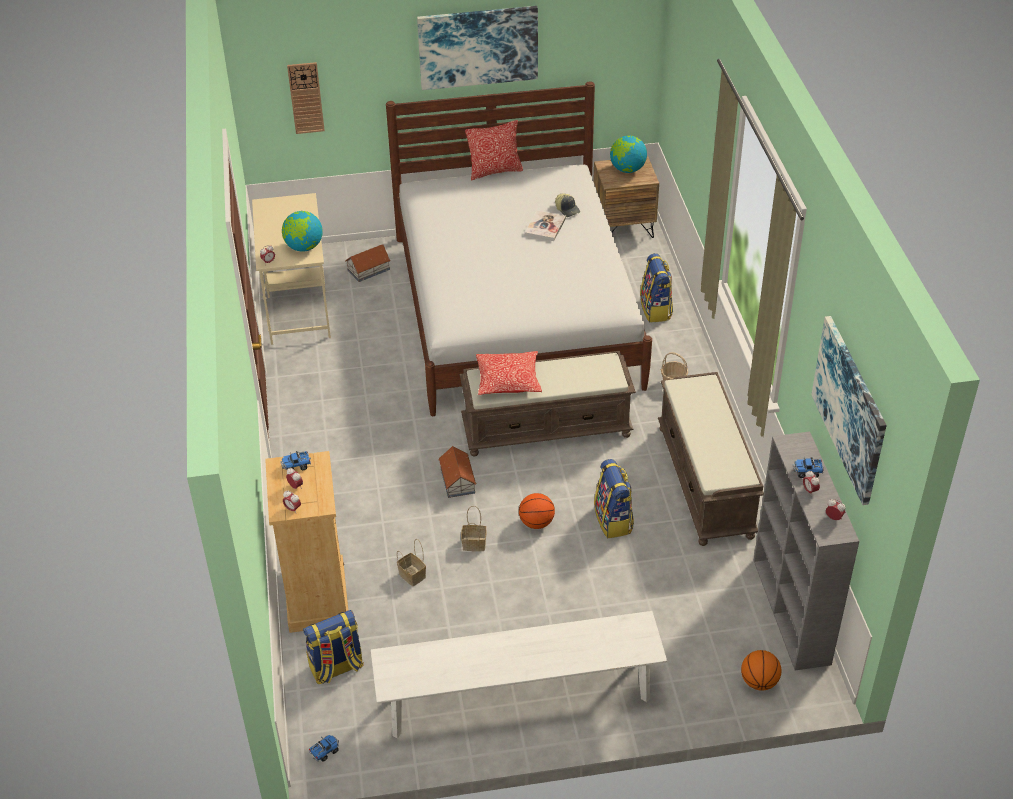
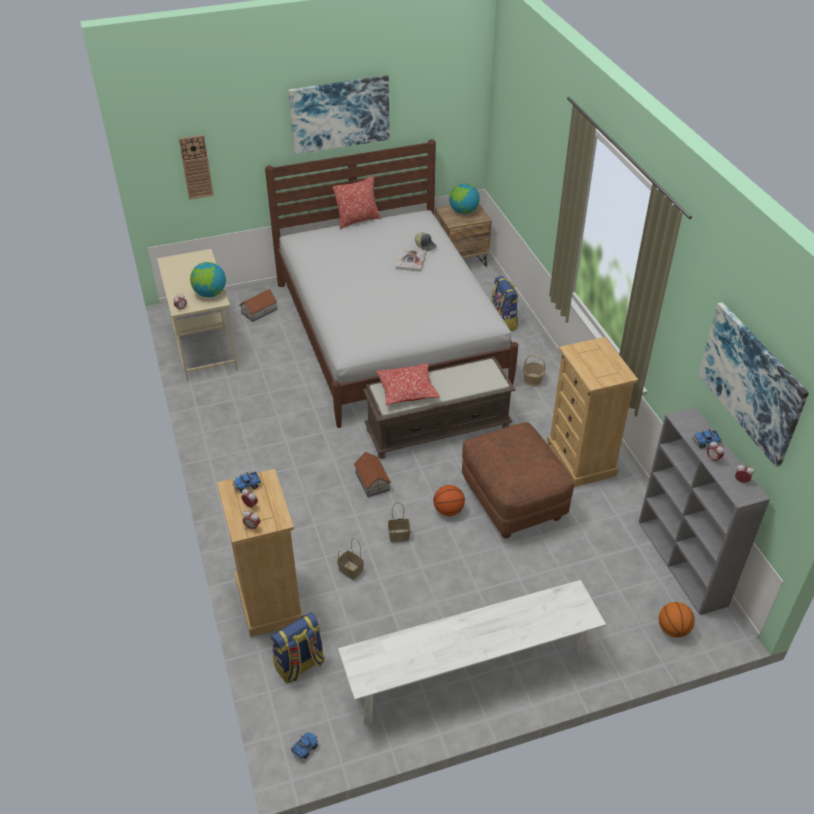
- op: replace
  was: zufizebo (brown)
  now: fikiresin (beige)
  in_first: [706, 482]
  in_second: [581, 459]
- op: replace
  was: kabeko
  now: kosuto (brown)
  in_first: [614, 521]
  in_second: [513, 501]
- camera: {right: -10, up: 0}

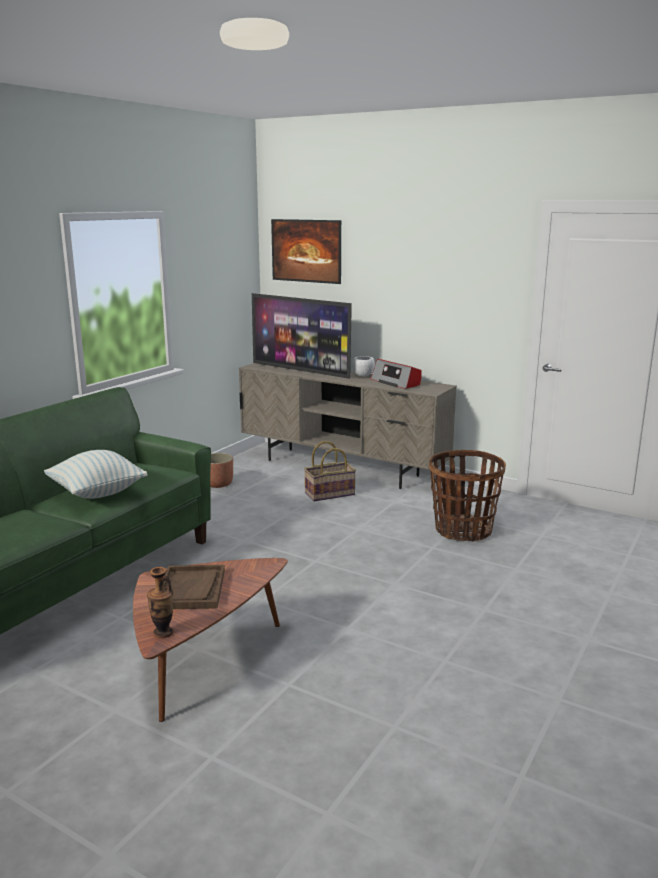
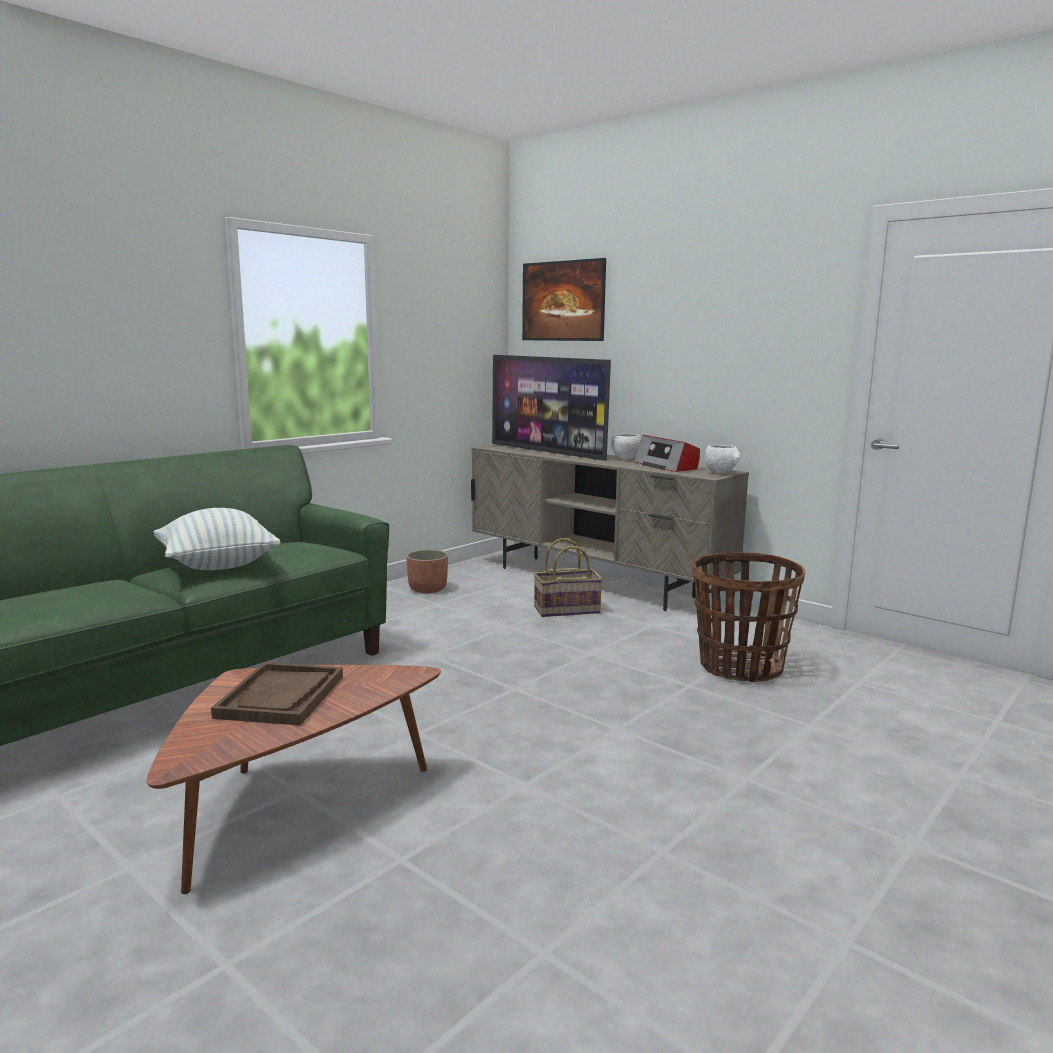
- op: delete
  was: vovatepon
  in_first: [163, 633]
- op: insert
  now: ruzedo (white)
  in_second: [720, 473]
- camera: {right: 10, up: -5}

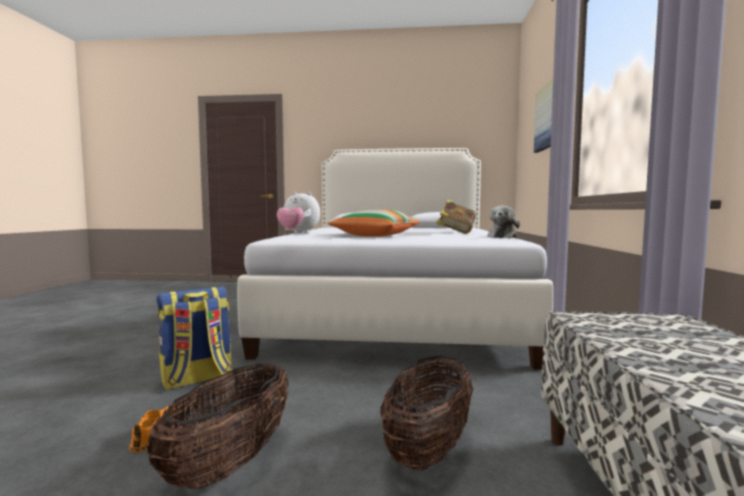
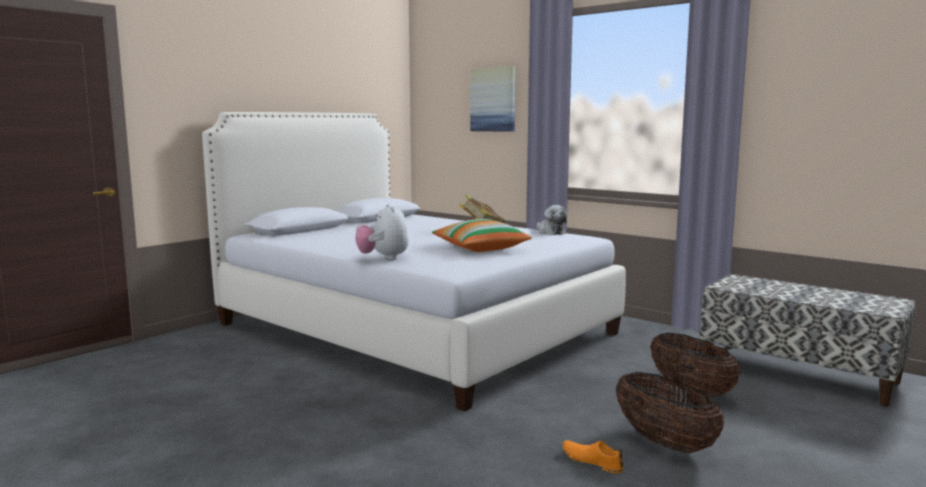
- op: rotate
  was: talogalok
  in_first: [298, 233]
  in_second: [383, 258]
  clockwise: 105
- op: delete
  was: kabeko
  in_first: [196, 379]
- camera: {right: -55, up: 5}

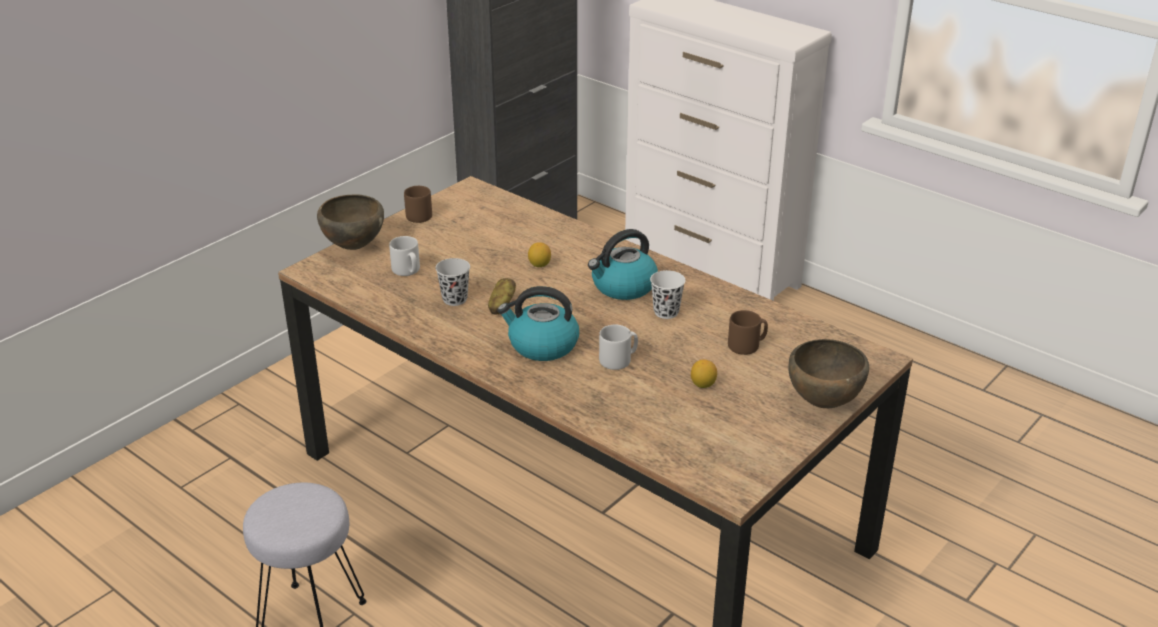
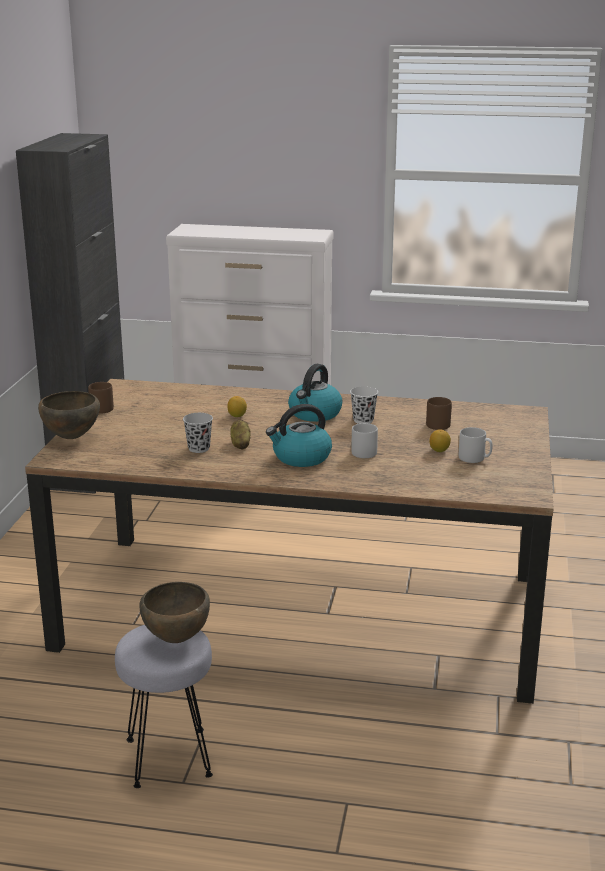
- op: move
  was: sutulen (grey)
  in_first: [407, 271]
  in_second: [474, 458]
- op: move
  was: ruzedo (brown)
  in_first: [823, 403]
  in_second: [177, 639]
- camera: {right: -30, up: -10}

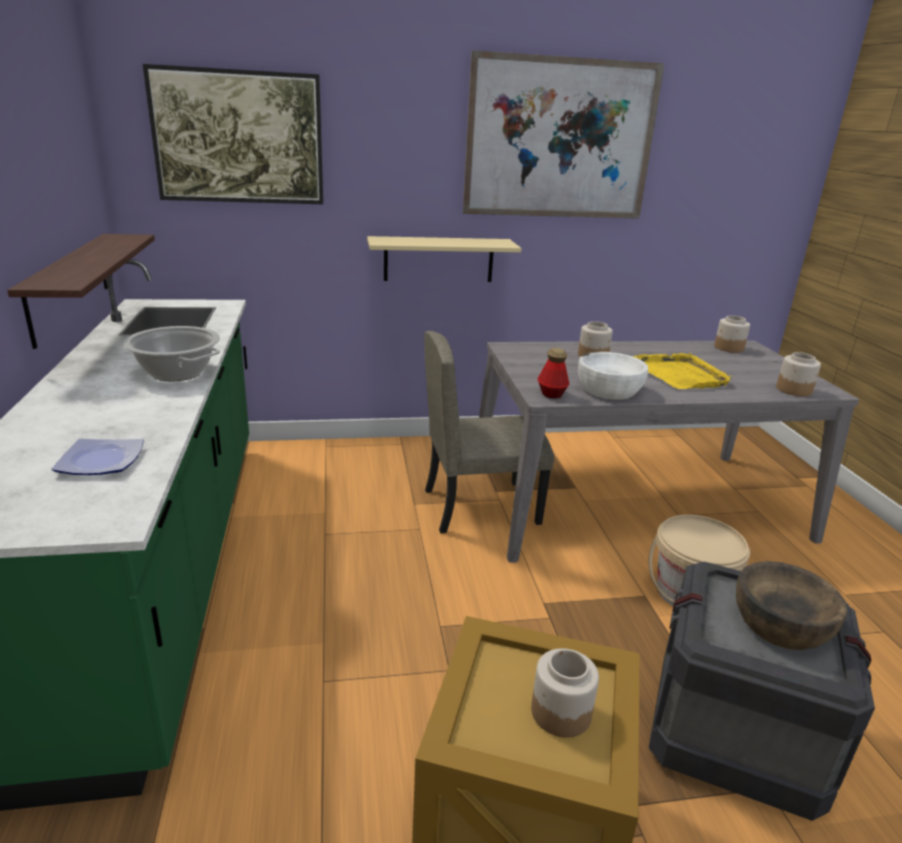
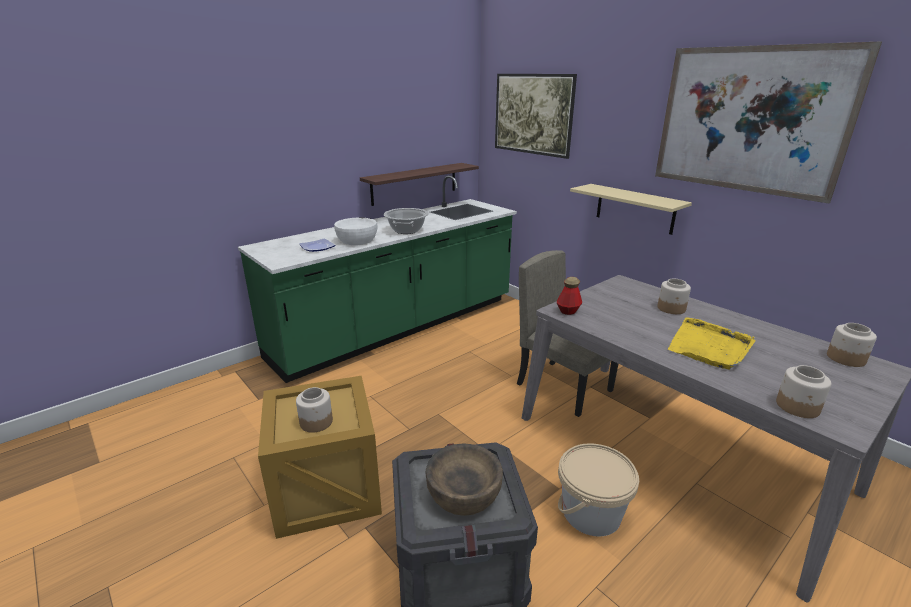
- op: move
  was: ruzedo (white)
  in_first: [608, 390]
  in_second: [357, 240]
- camera: {right: 60, up: 0}

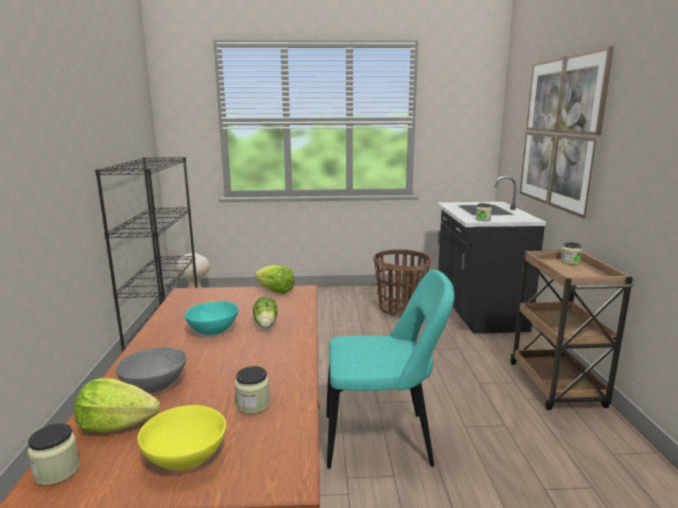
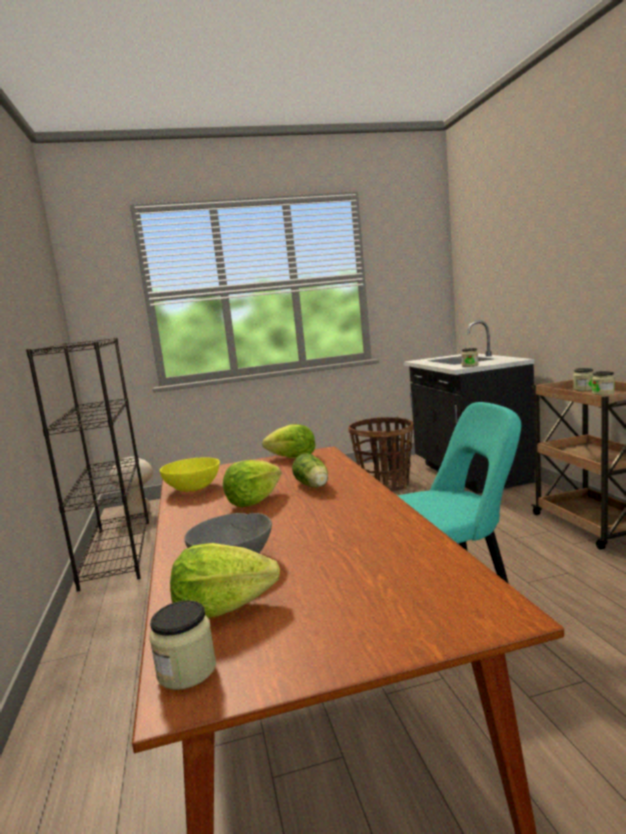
- op: delete
  was: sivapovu
  in_first: [560, 133]
- op: replace
  was: ruzedo (turquoise)
  now: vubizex
  in_first: [213, 330]
  in_second: [254, 501]
- op: move
  was: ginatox
  in_first: [253, 405]
  in_second: [603, 393]
- op: move
  was: ruzedo (yellow)
  in_first: [186, 457]
  in_second: [193, 488]
- camera: {right: -10, up: -5}

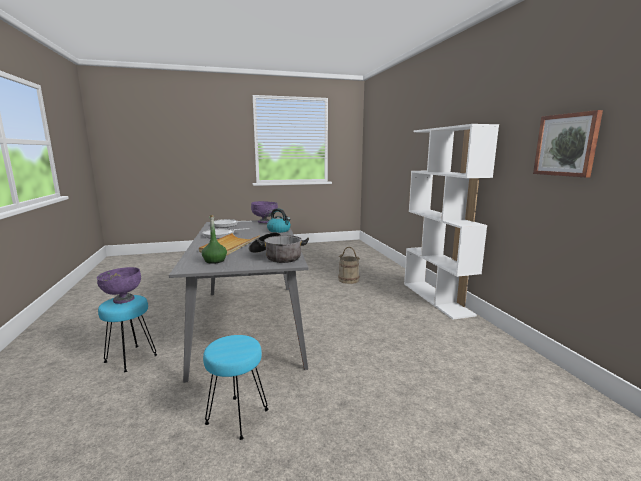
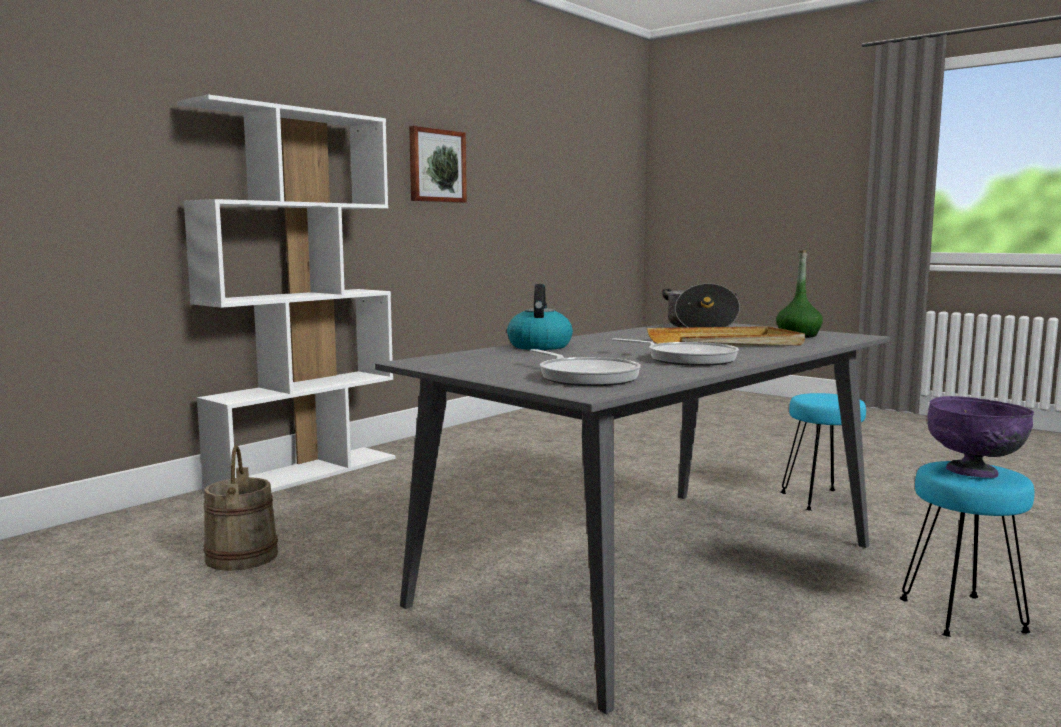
- op: delete
  was: ruzedo (purple)
  in_first: [264, 222]
- camera: {right: -125, up: -5}

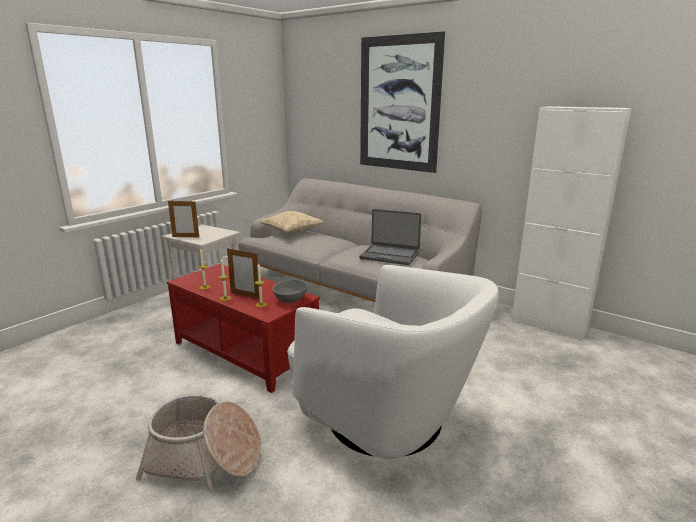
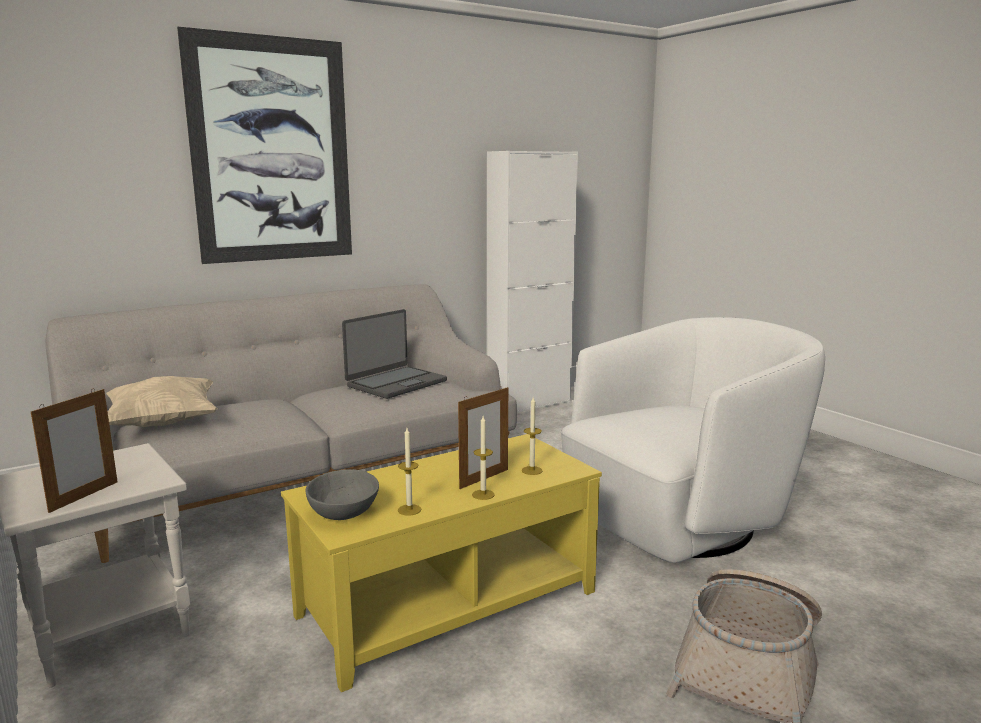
- op: recolor
  was: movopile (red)
  now: movopile (yellow)
  in_first: [246, 351]
  in_second: [448, 603]
- op: move
  was: ruzedo (grey)
  in_first: [291, 299]
  in_second: [343, 512]
- camera: {right: -70, up: -5}

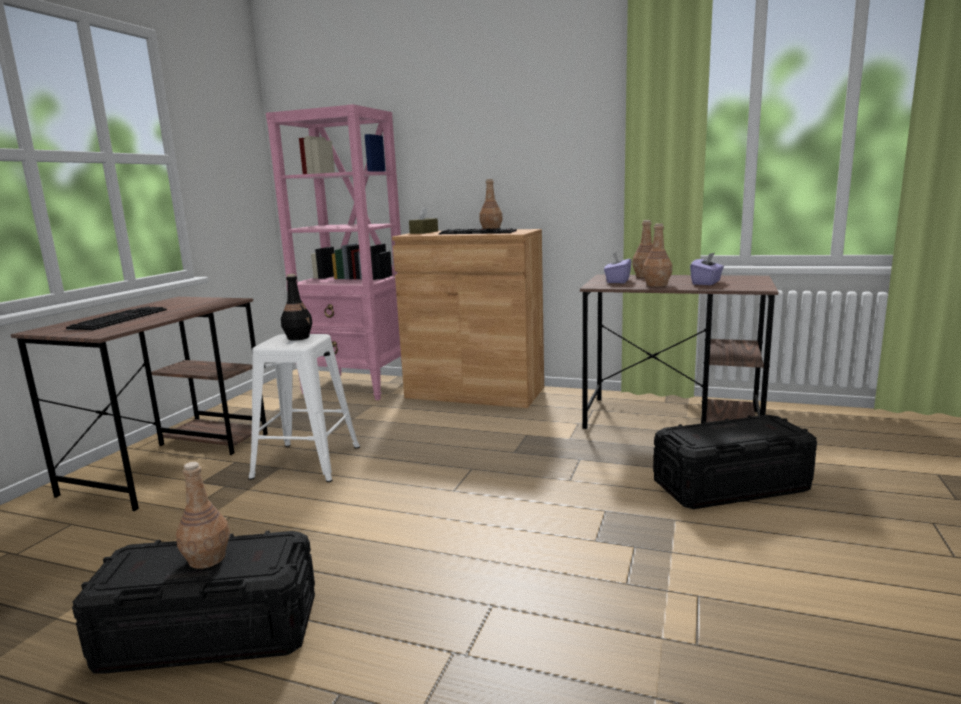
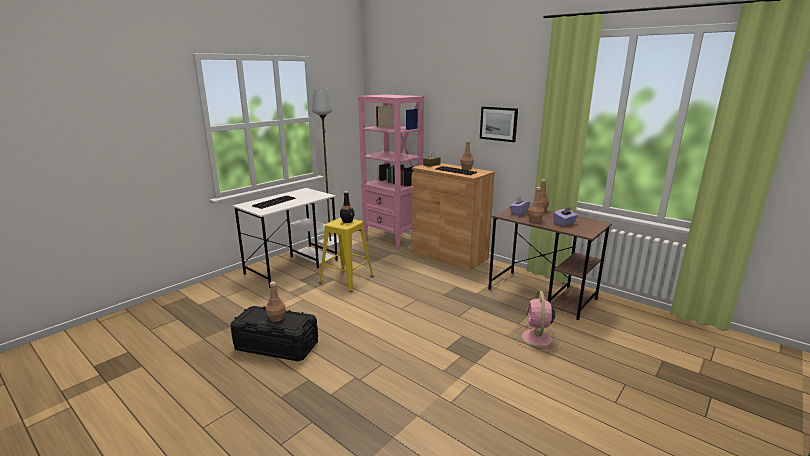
- op: recolor
  was: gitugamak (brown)
  now: gitugamak (white)
  in_first: [173, 461]
  in_second: [292, 266]
- op: recolor
  was: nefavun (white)
  now: nefavun (yellow)
  in_first: [307, 462]
  in_second: [346, 279]
- op: replace
  was: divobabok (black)
  now: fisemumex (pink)
  in_first: [731, 486]
  in_second: [536, 339]
- op: insert
  now: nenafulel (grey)
  in_second: [331, 243]
- op: insert
  now: sivapovu
  in_second: [498, 124]
- camera: {right: 20, up: 5}

